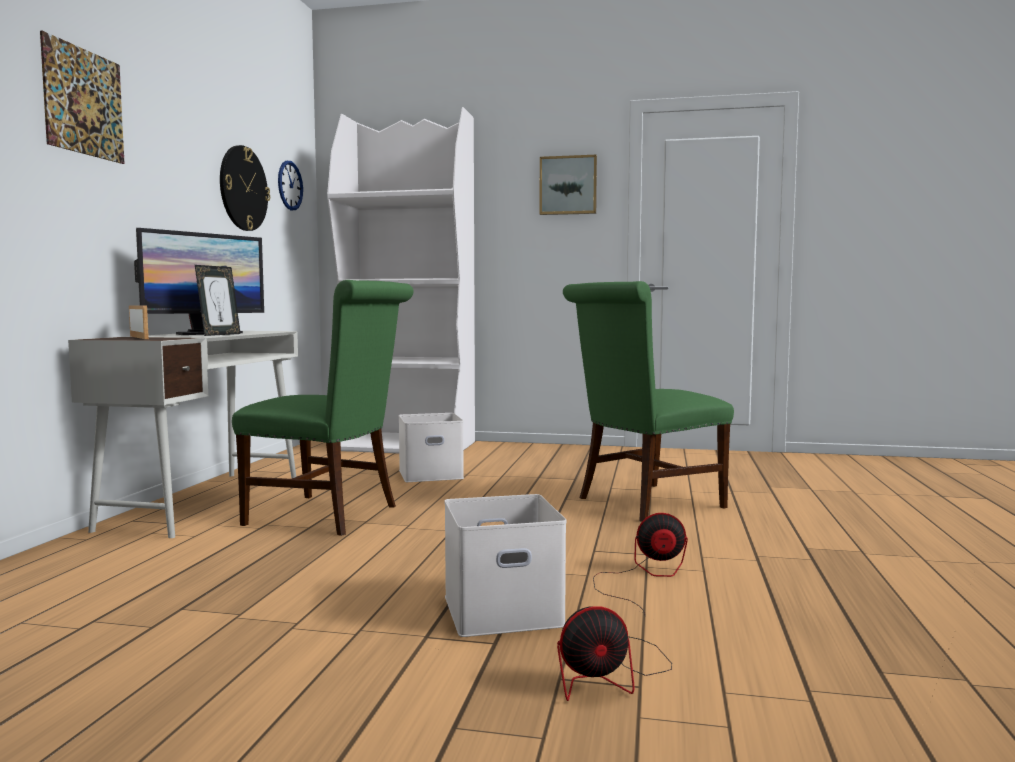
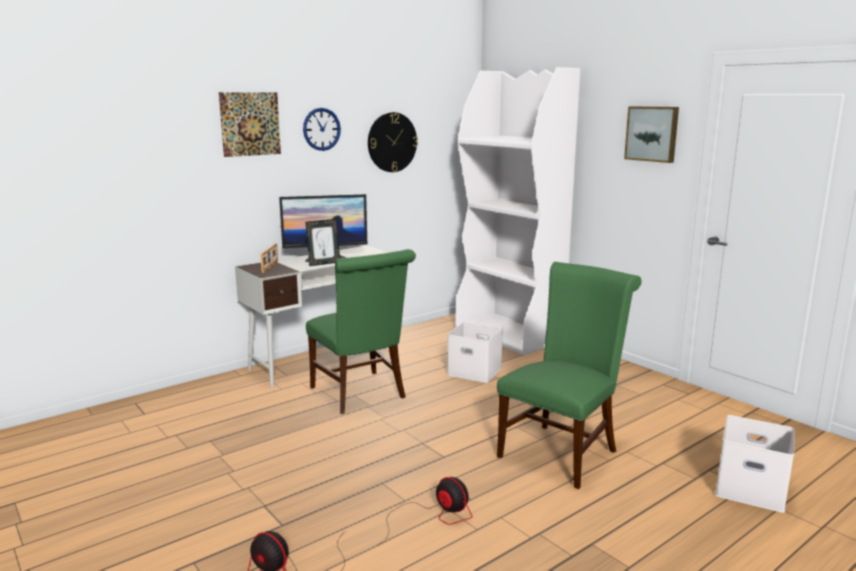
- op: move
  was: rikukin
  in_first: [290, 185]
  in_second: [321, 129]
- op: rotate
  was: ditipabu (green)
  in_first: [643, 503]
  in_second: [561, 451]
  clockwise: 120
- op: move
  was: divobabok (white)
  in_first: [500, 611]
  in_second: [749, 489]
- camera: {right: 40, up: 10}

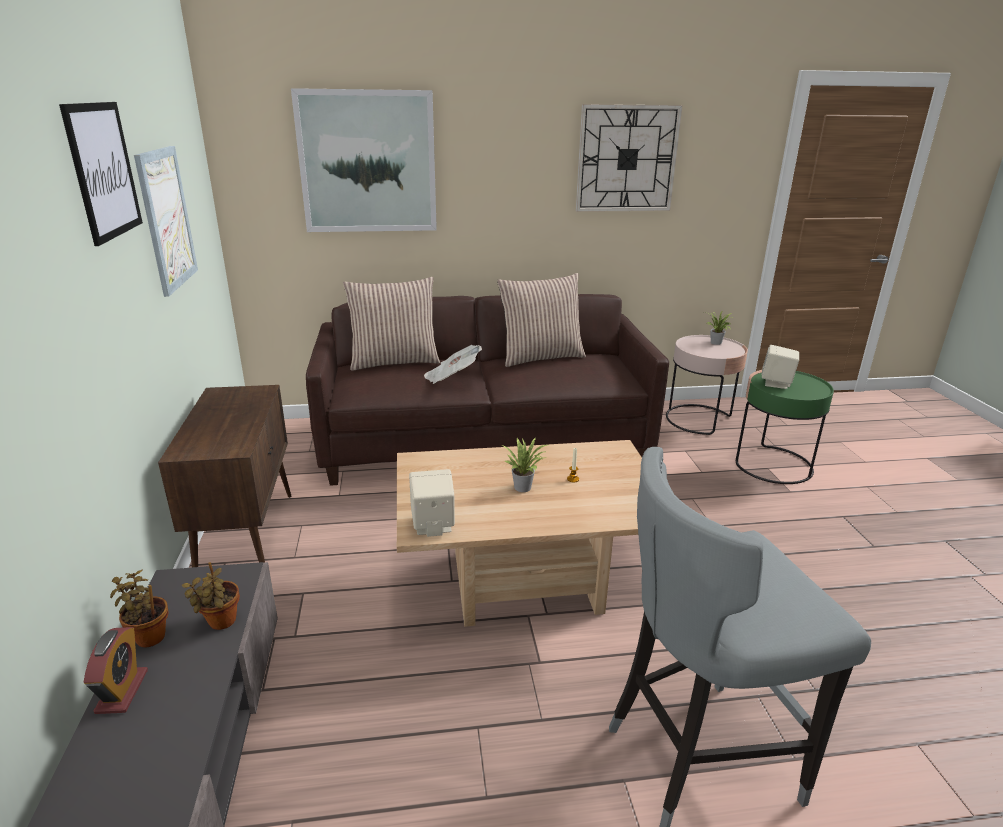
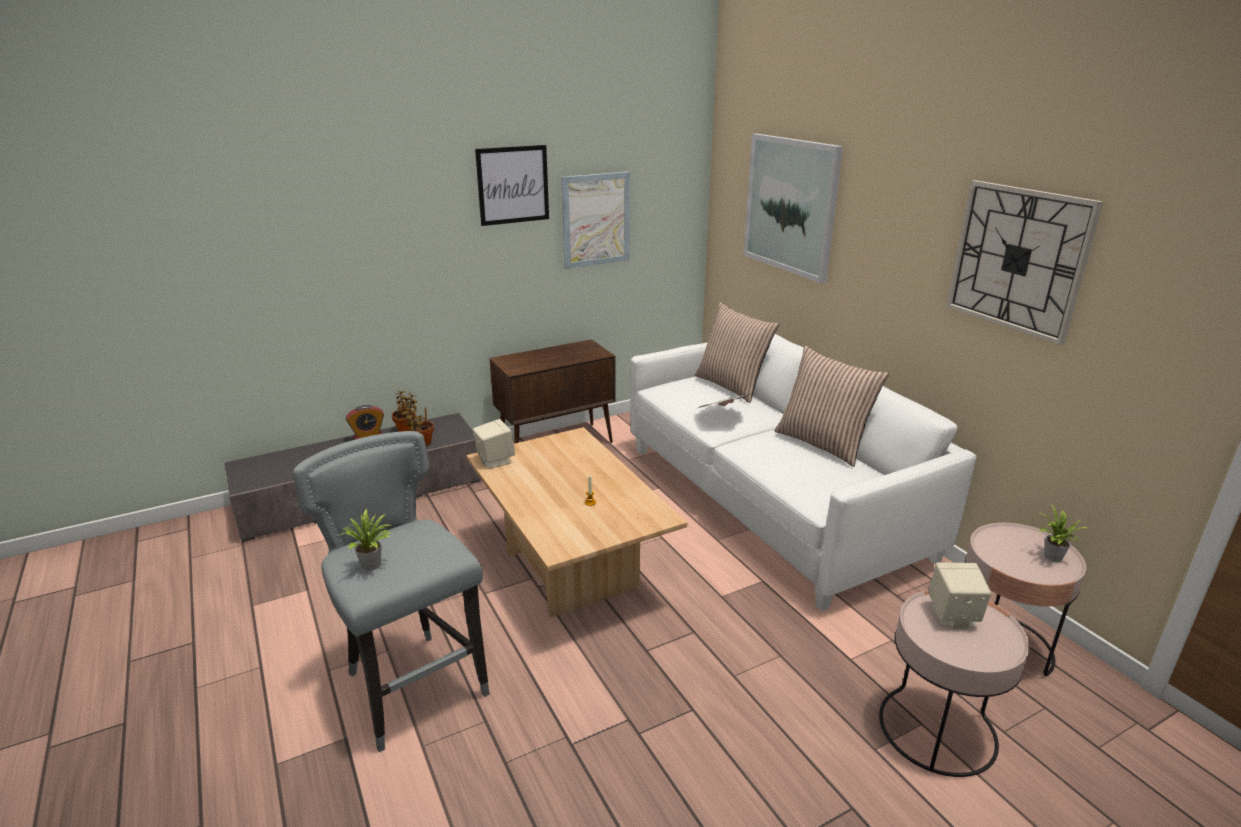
- op: recolor
  was: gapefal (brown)
  now: gapefal (white)
  in_first: [485, 442]
  in_second: [770, 501]
- op: recolor
  was: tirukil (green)
  now: tirukil (pink)
  in_first: [773, 465]
  in_second: [936, 729]
- op: move
  was: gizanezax
  in_first: [524, 486]
  in_second: [373, 565]
- camera: {right: 70, up: 0}

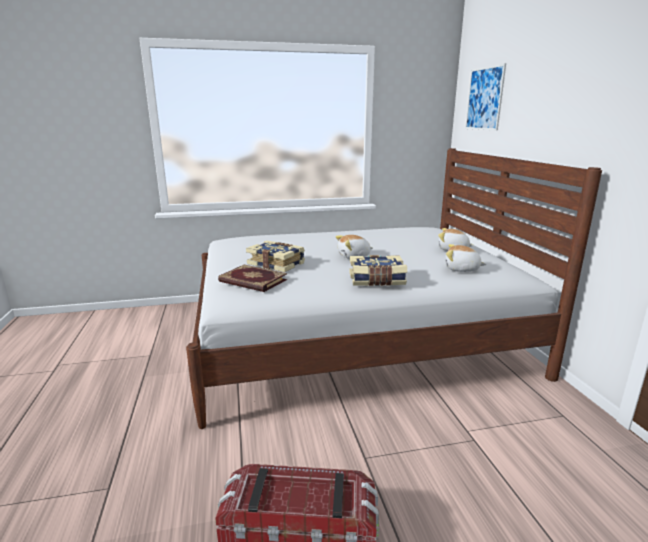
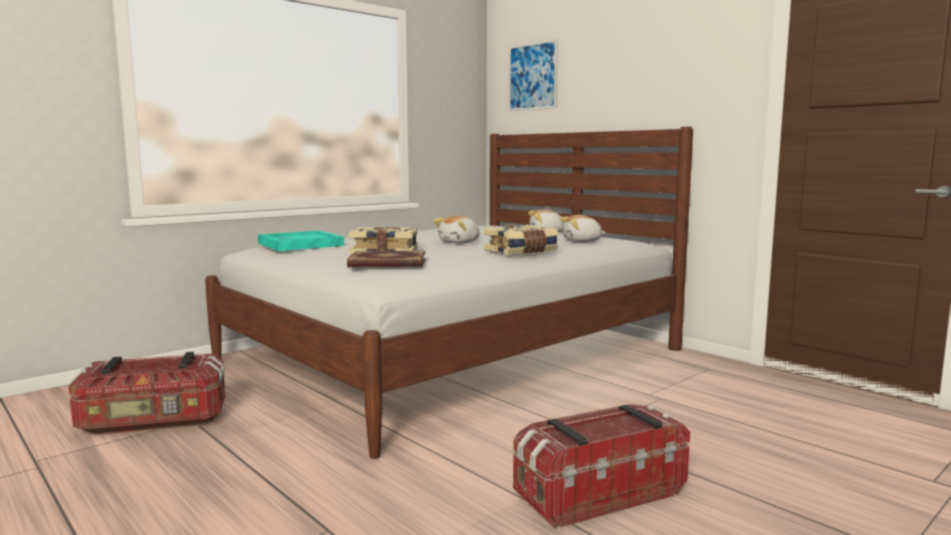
- op: insert
  now: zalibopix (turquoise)
  in_second: [299, 244]
- op: insert
  now: divobabok
  in_second: [153, 422]
- camera: {right: -30, up: -10}

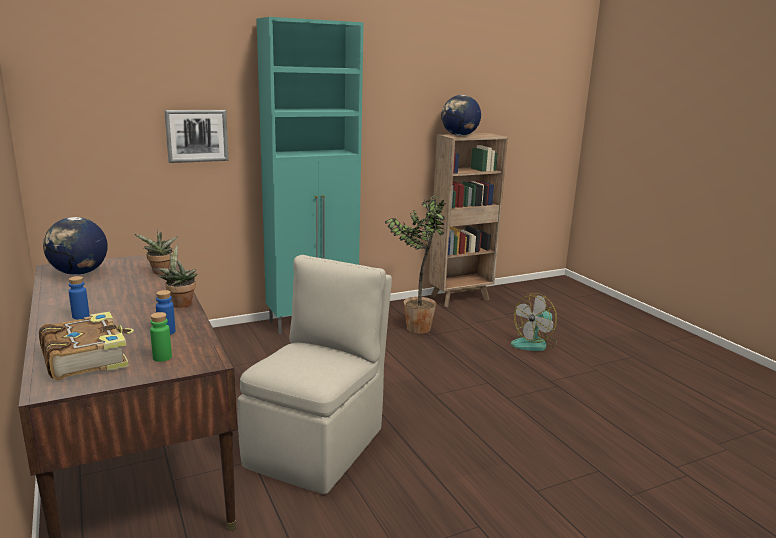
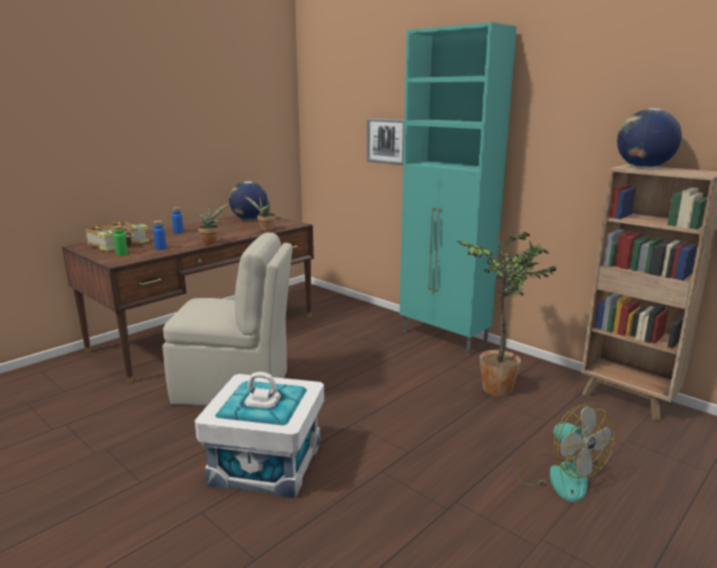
- op: rotate
  was: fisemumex
  in_first: [534, 343]
  in_second: [558, 476]
  clockwise: -150
- op: insert
  now: divobabok (white)
  in_second: [267, 463]
- camera: {right: 70, up: 0}

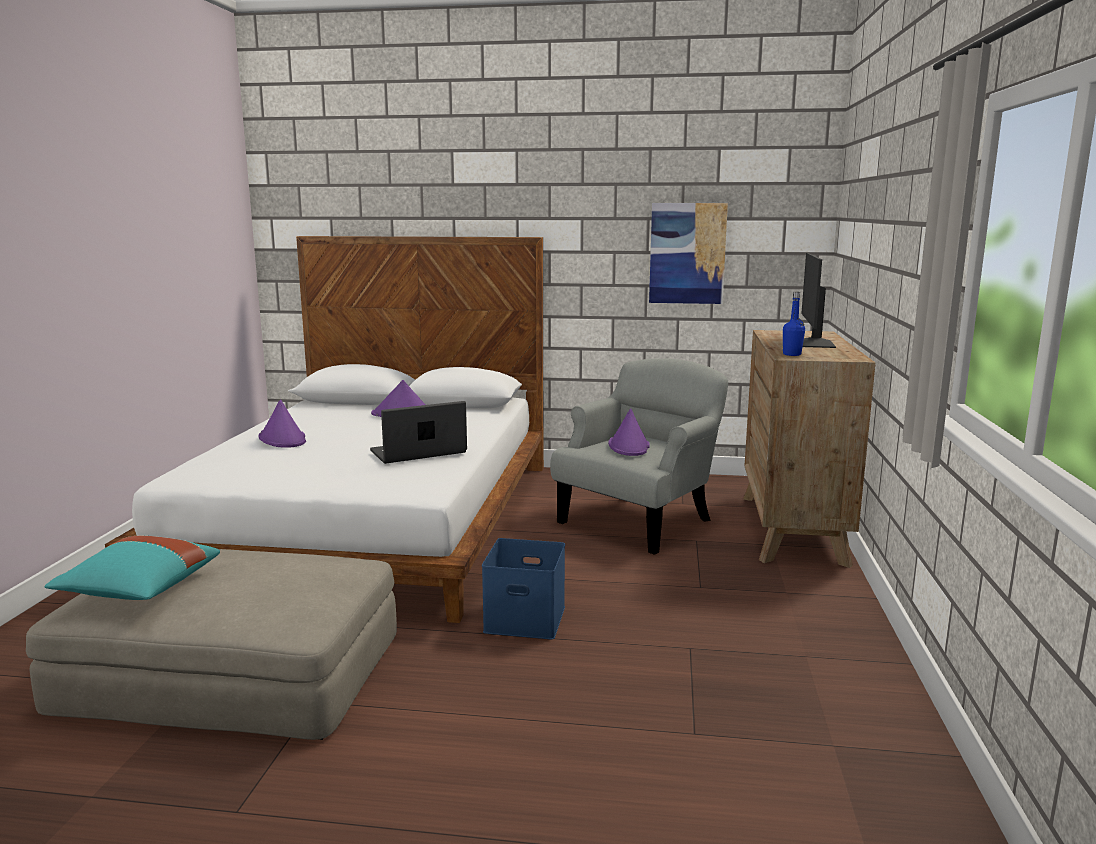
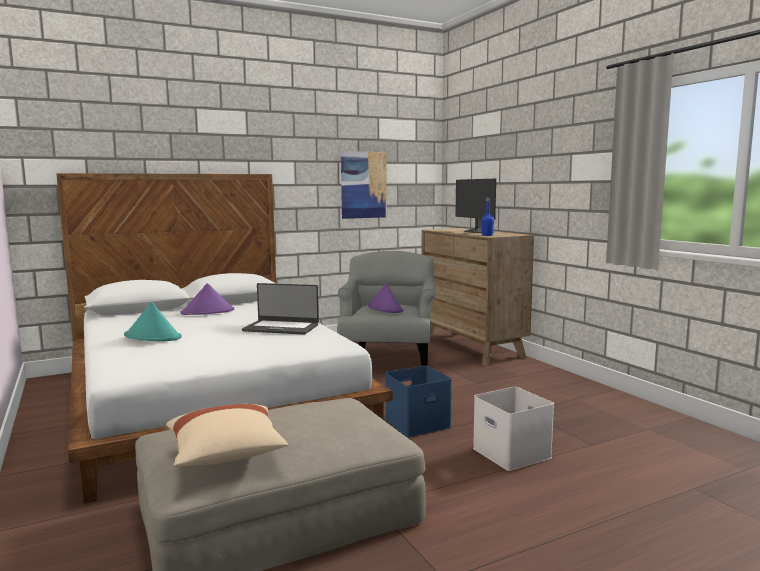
- op: recolor
  was: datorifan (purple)
  now: datorifan (turquoise)
  in_first: [282, 439]
  in_second: [153, 337]
- op: rotate
  was: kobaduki
  in_first: [419, 452]
  in_second: [281, 327]
  clockwise: -105
- op: recolor
  was: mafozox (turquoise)
  now: mafozox (beige)
  in_first: [139, 590]
  in_second: [226, 454]
- op: insert
  now: divobabok (white)
  in_second: [513, 453]
- camera: {right: -35, up: -5}

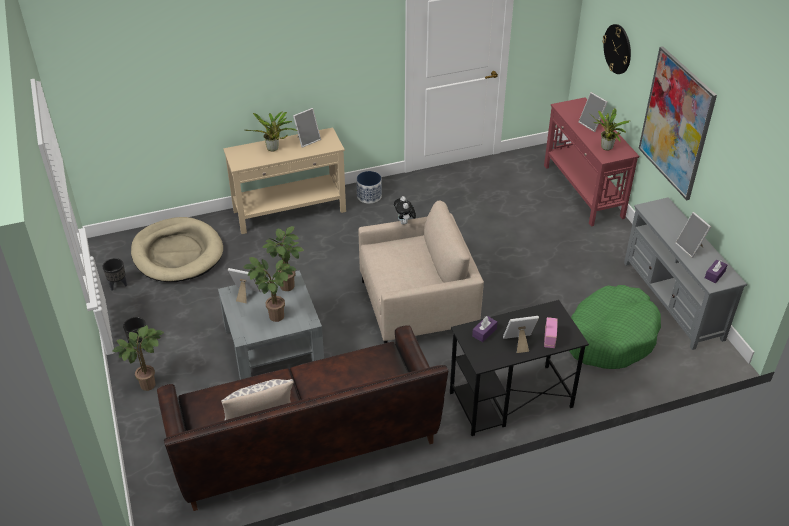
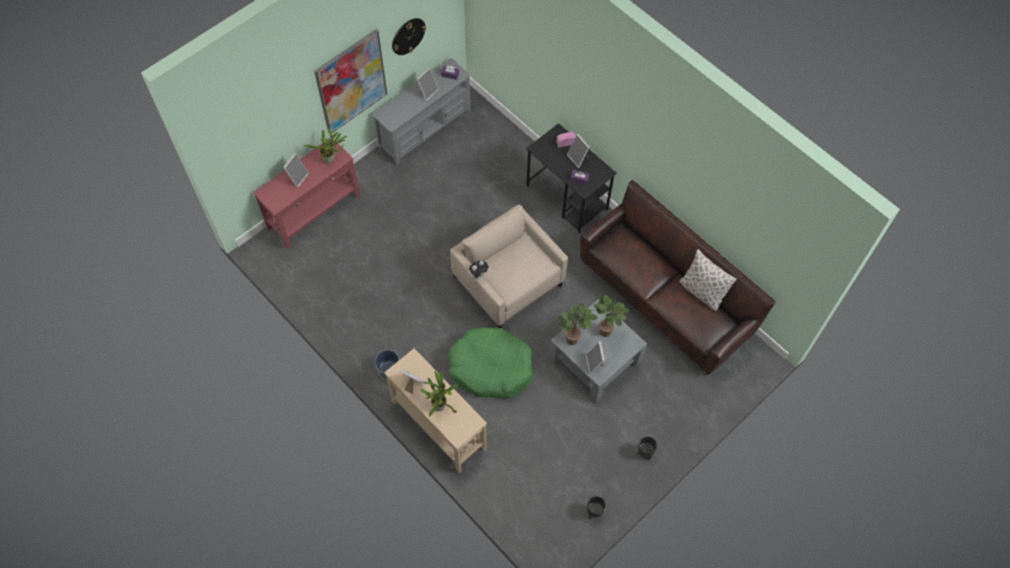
- op: move
  was: rikukin
  in_first: [617, 49]
  in_second: [408, 36]
- op: delete
  was: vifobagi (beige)
  in_first: [177, 253]
- op: move
  was: vifobagi (green)
  in_first: [610, 336]
  in_second: [490, 368]
- op: delete
  was: gizanezax
  in_first: [149, 383]
- camera: {right: -115, up: 20}

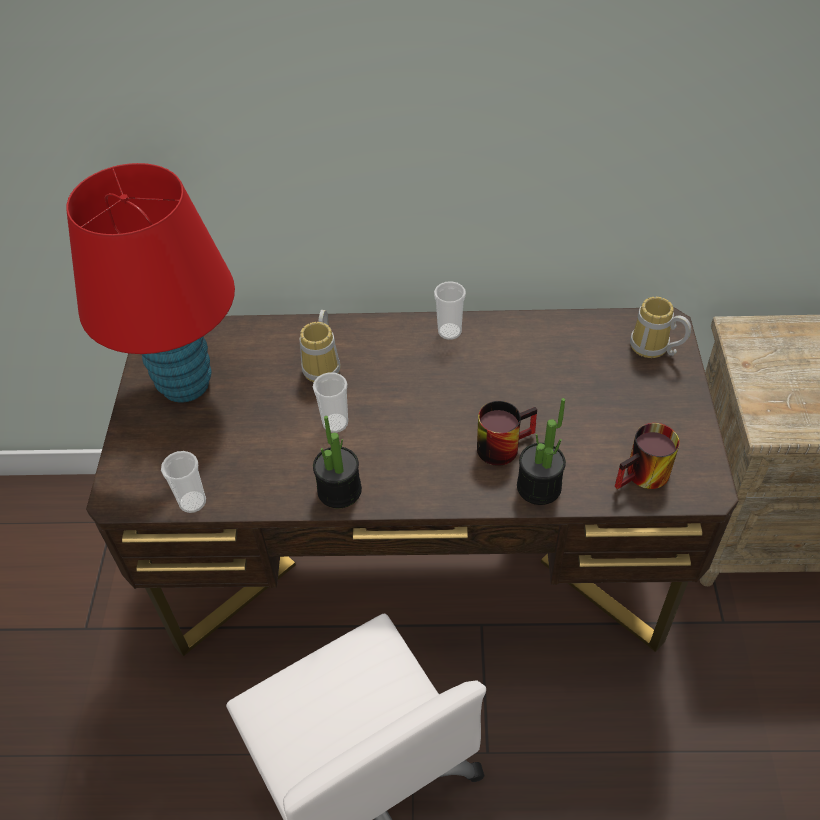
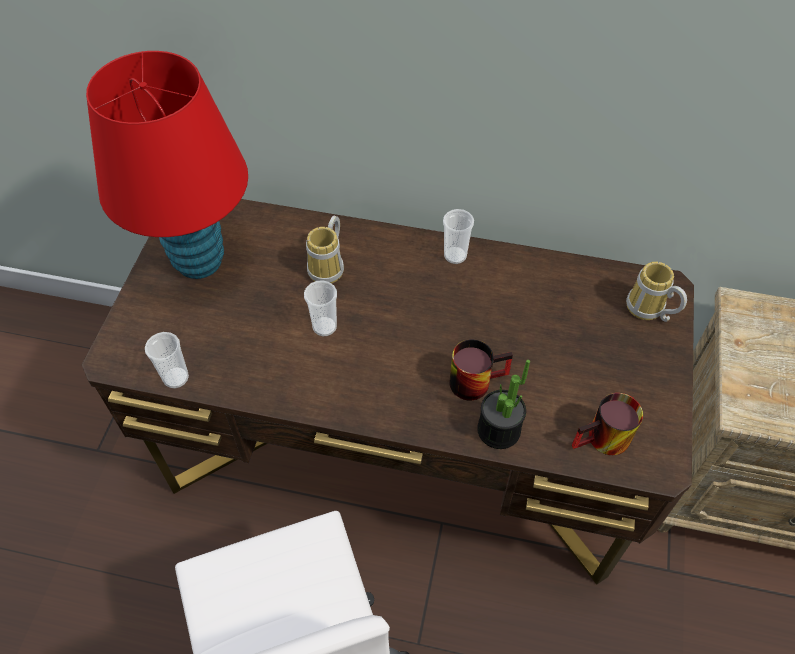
- op: delete
  was: gizanezax
  in_first: [339, 490]
- camera: {right: 10, up: 5}

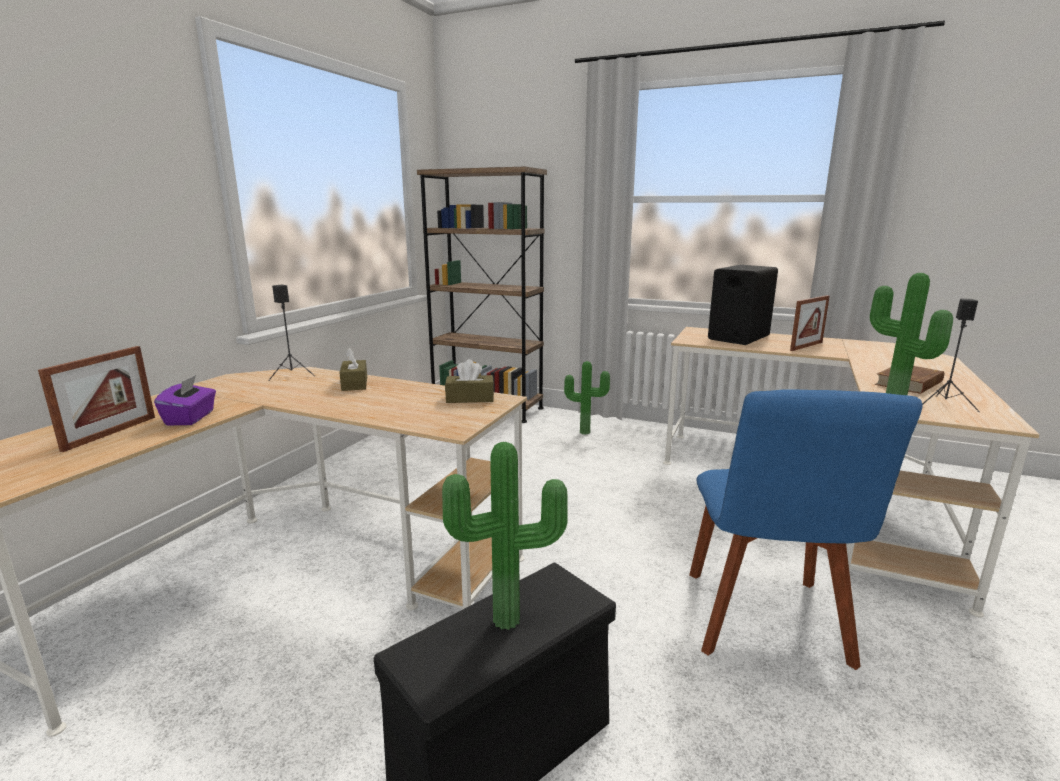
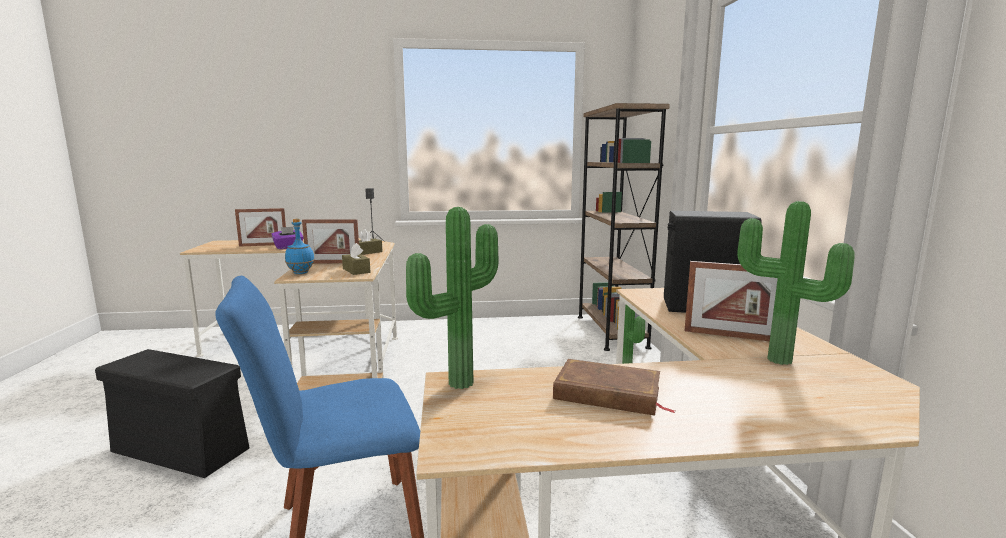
- op: delete
  was: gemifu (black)
  in_first: [945, 404]
- op: move
  was: gizanezax
  in_first: [508, 623]
  in_second: [779, 361]
- op: insert
  now: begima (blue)
  in_second: [301, 273]
- op: insert
  now: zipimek
  in_second: [333, 263]
- camera: {right: 60, up: -5}

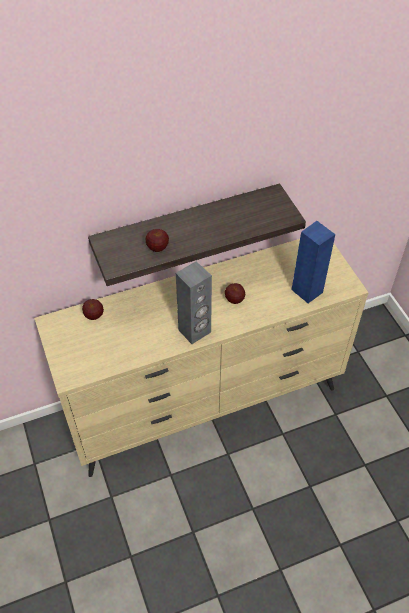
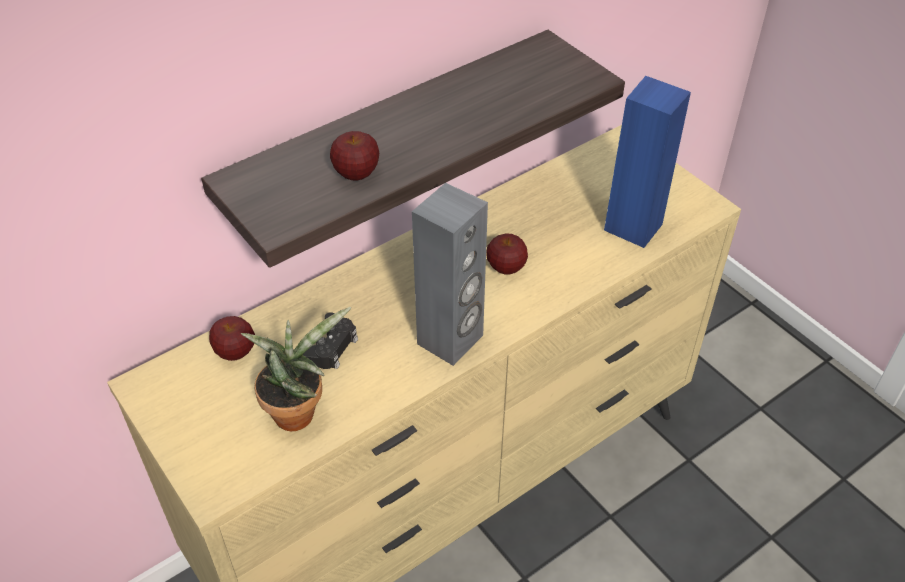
- op: insert
  now: gizanezax
  in_second: [298, 410]
- op: insert
  now: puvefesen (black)
  in_second: [330, 347]
- camera: {right: -15, up: -5}

